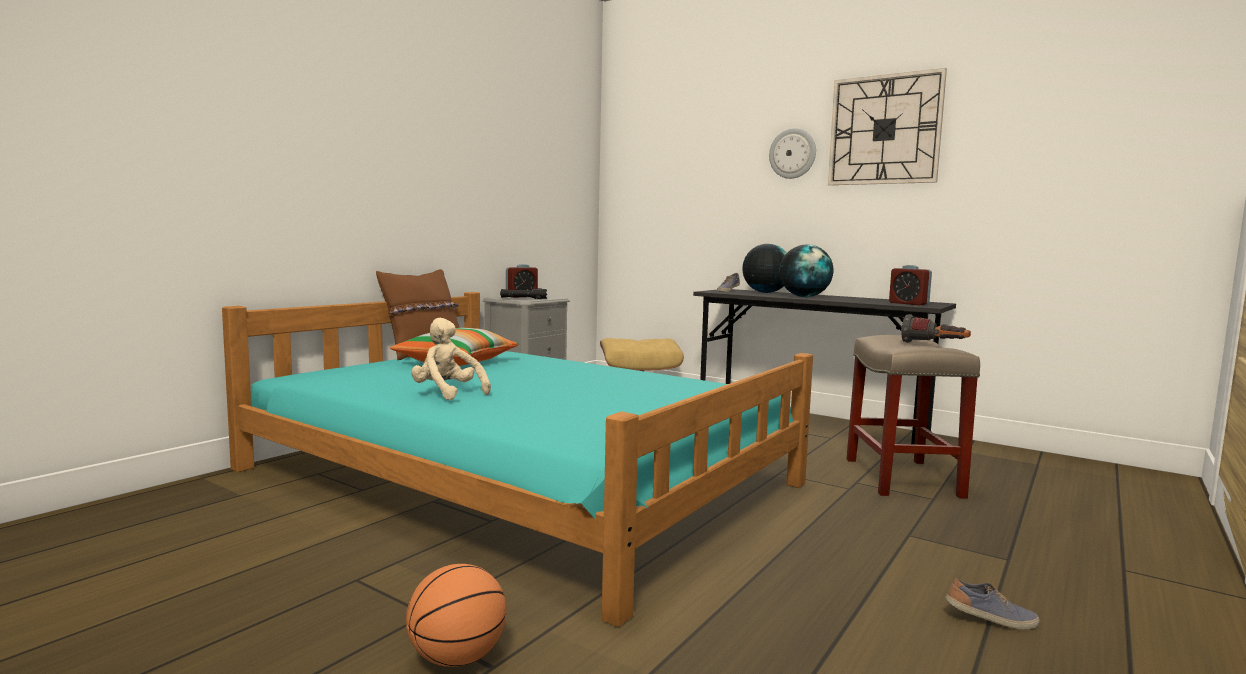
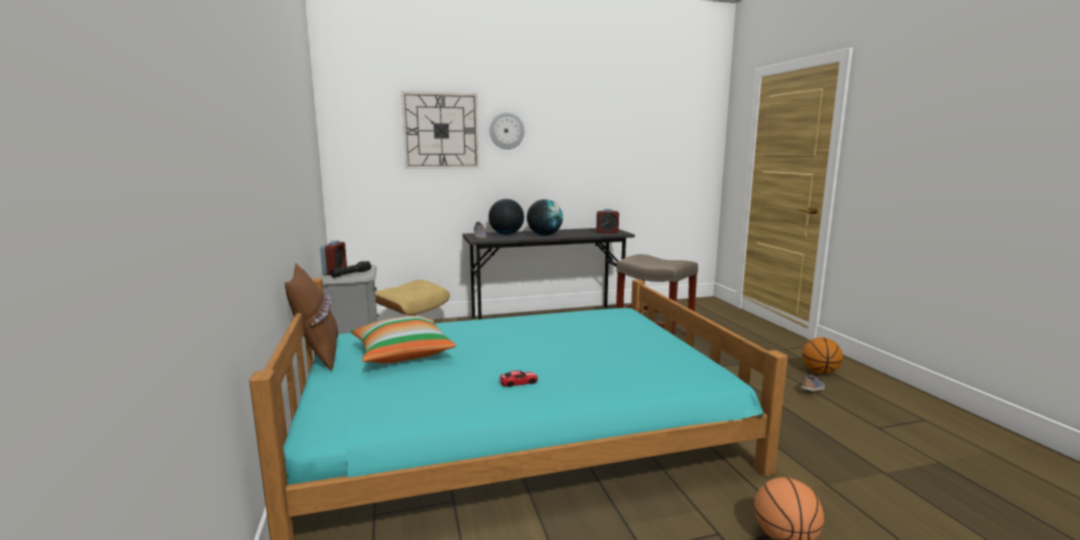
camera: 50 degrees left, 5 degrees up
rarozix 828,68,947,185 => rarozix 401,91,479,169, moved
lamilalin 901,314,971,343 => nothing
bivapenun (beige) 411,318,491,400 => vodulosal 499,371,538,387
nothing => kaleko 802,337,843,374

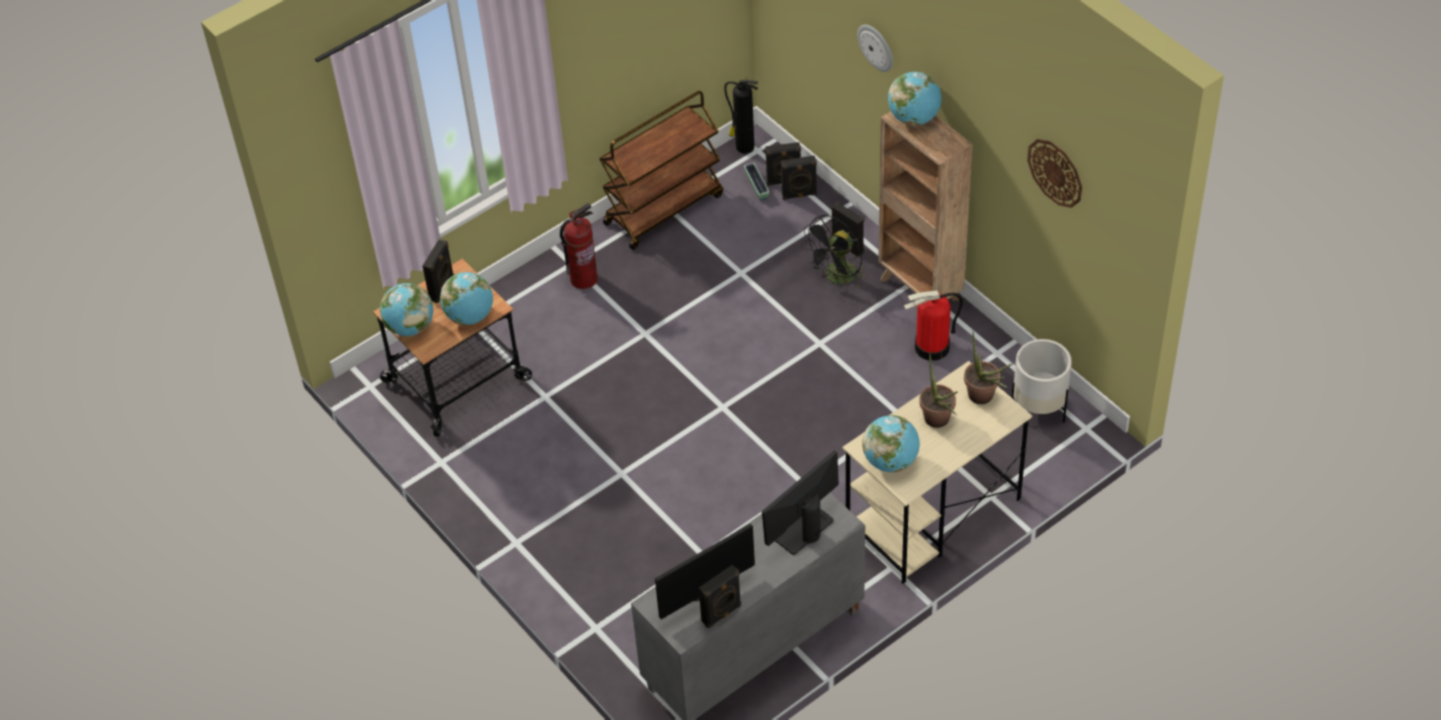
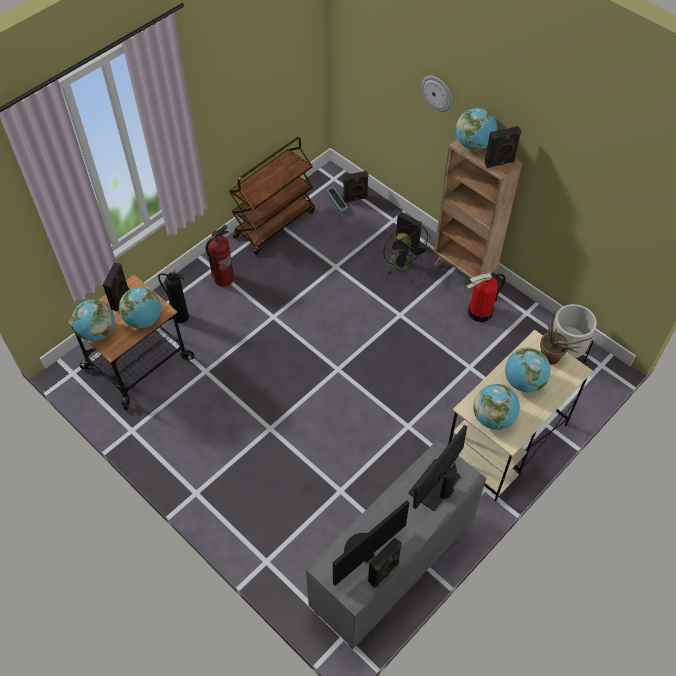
camera: 10 degrees left, 5 degrees up
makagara 724,79,758,154 => makagara 158,271,189,323, moved
rarozix 1027,139,1082,208 => nothing
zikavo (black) 781,155,817,200 => zikavo (black) 485,126,522,168, moved
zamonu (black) 801,215,866,287 => zamonu (black) 384,224,431,275, 60 degrees counterclockwise
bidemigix 919,352,958,428 => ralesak 505,347,551,392

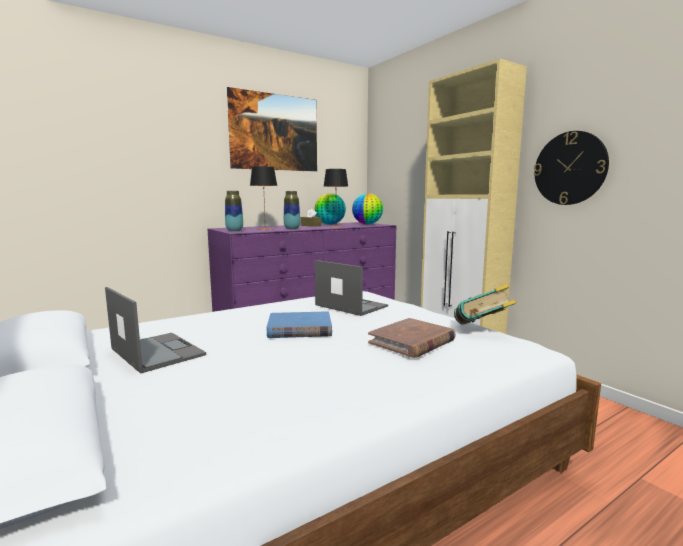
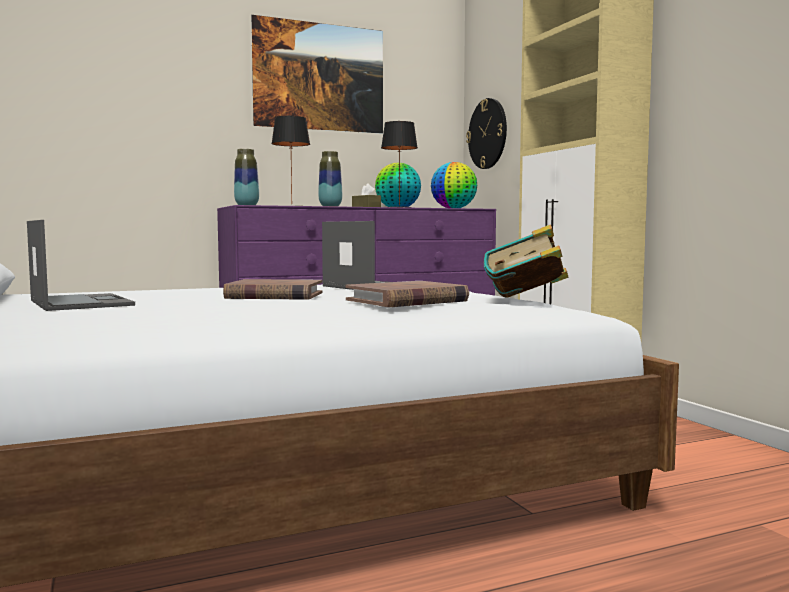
camera: 10 degrees right, 5 degrees down
rarozix 534,131,609,205 => rarozix 466,98,507,169, moved
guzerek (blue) 267,311,332,338 => guzerek (brown) 223,279,323,300

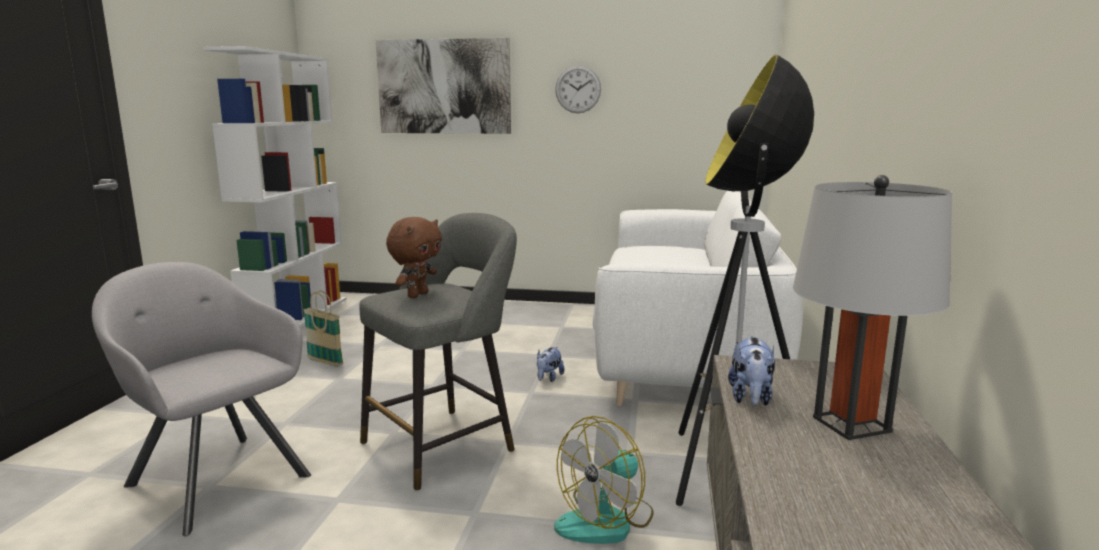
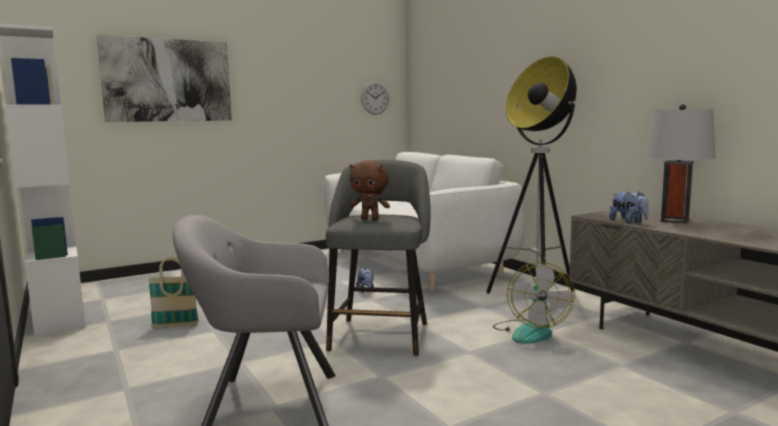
camera: 40 degrees left, 5 degrees down
rarozix 555,65,601,113 => rarozix 361,82,389,115, moved
bivapenun (brown) 386,217,442,298 => bivapenun (brown) 350,160,390,220, 120 degrees clockwise

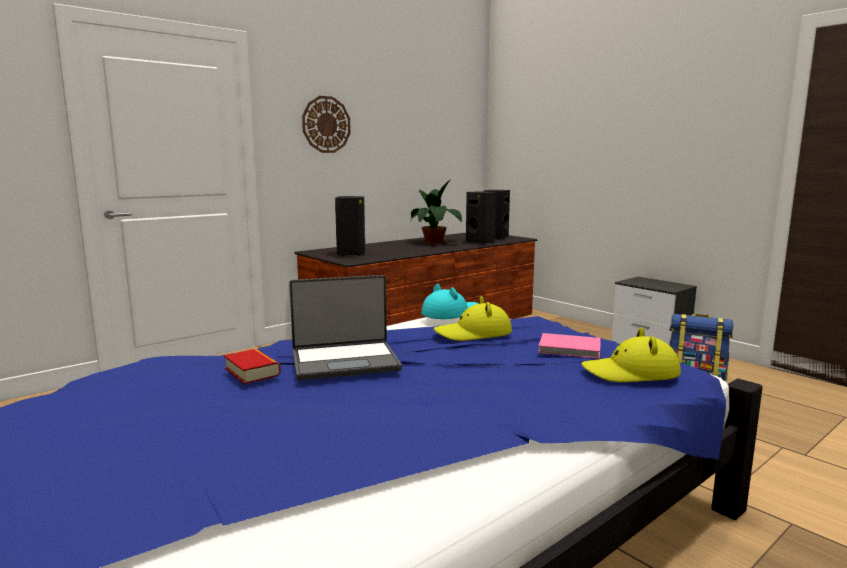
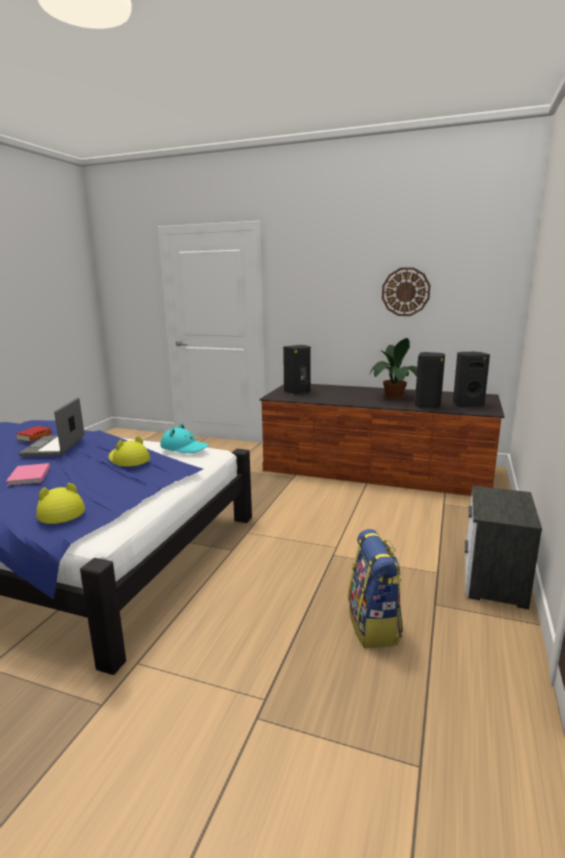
camera: 60 degrees right, 5 degrees up
rarozix 302,96,351,153 => rarozix 382,267,431,316, moved
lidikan 289,275,402,380 => lidikan 18,398,84,457, 45 degrees clockwise
guzerek (pink) 538,333,600,359 => guzerek (pink) 6,463,50,486, moved

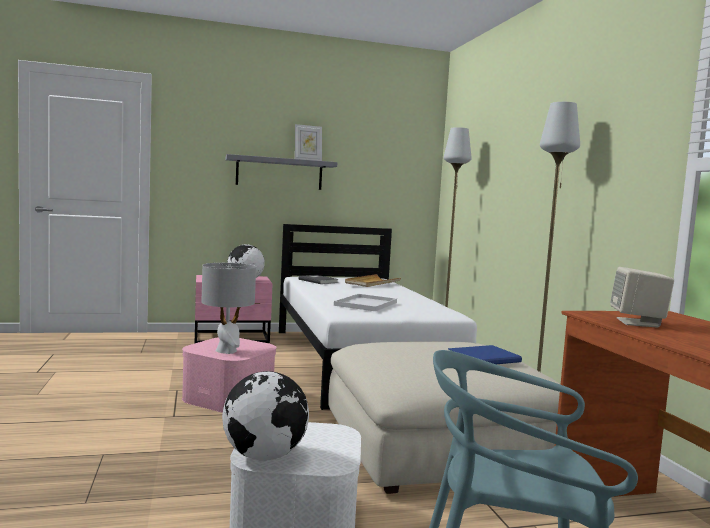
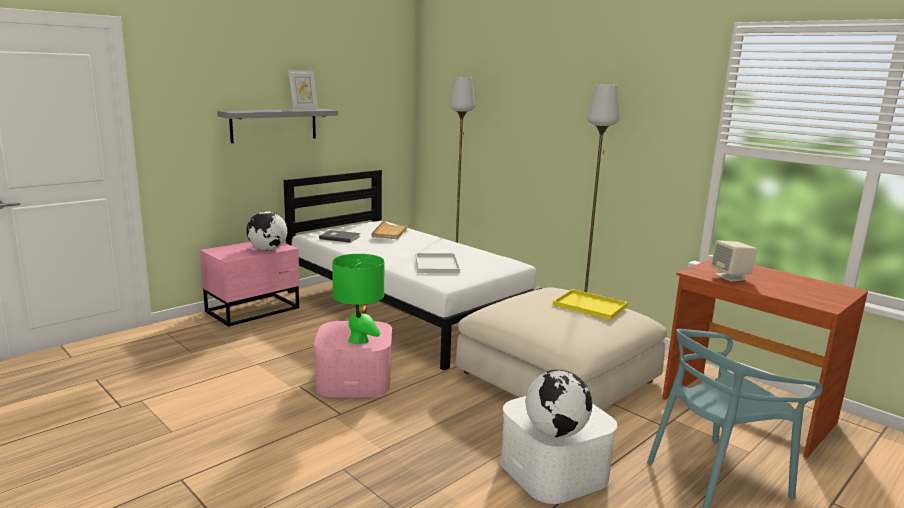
camera: 30 degrees left, 10 degrees up
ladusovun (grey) 201,263,256,354 => ladusovun (green) 332,254,384,344
guzerek (blue) 448,345,522,364 => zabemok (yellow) 553,289,628,320

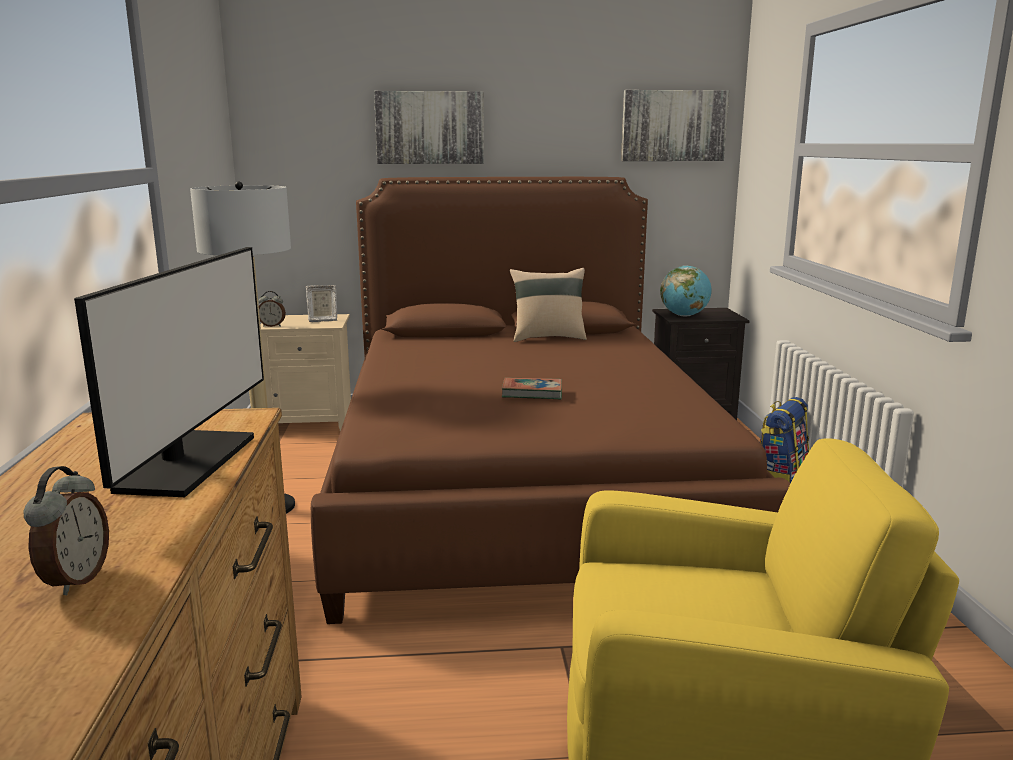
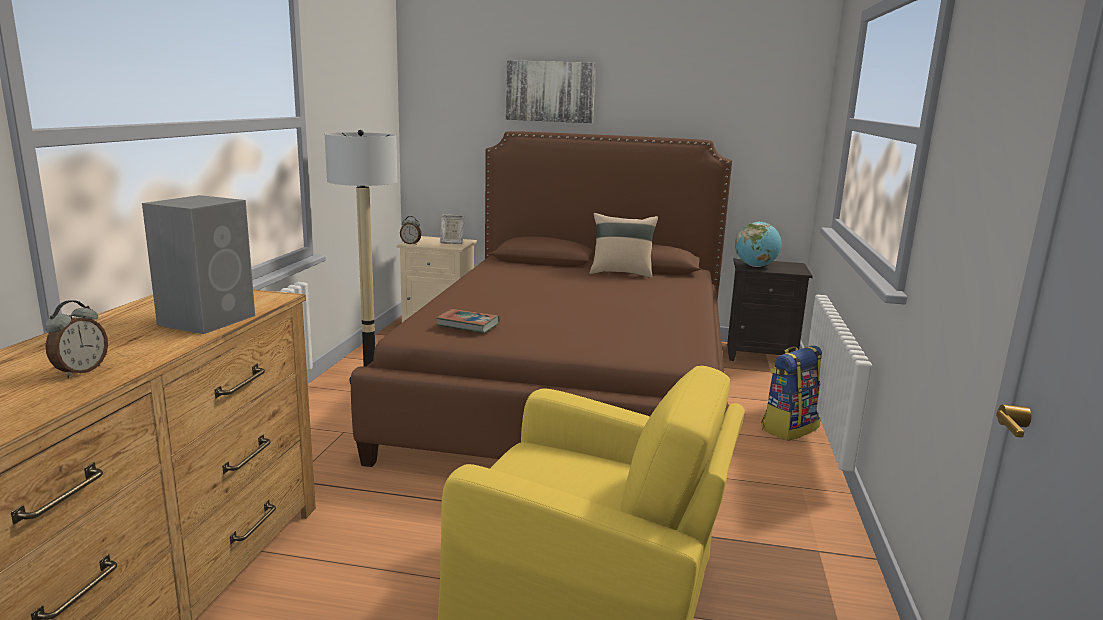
camera: 15 degrees right, 0 degrees up
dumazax 621,90,729,161 => nothing
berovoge 74,247,264,497 => zikavo (grey) 142,195,255,334
guzerek 502,377,562,399 => guzerek 437,309,499,333, moved

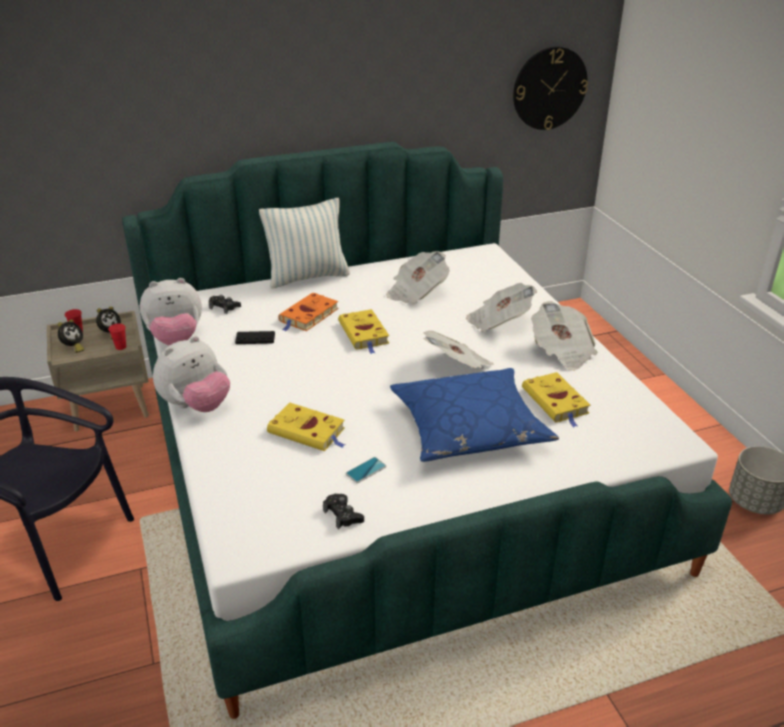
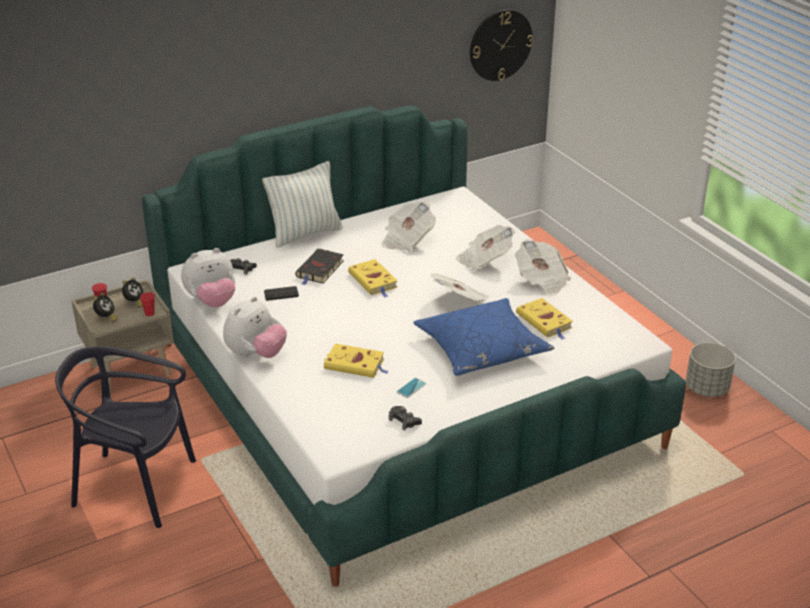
camera: 10 degrees left, 0 degrees up
guzerek (orange) 278,292,339,331 => guzerek (black) 295,249,344,285

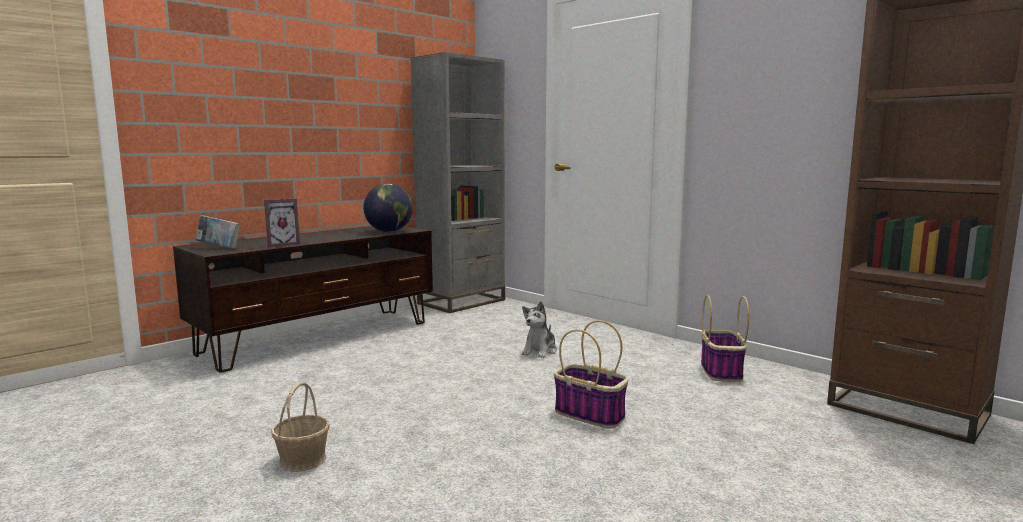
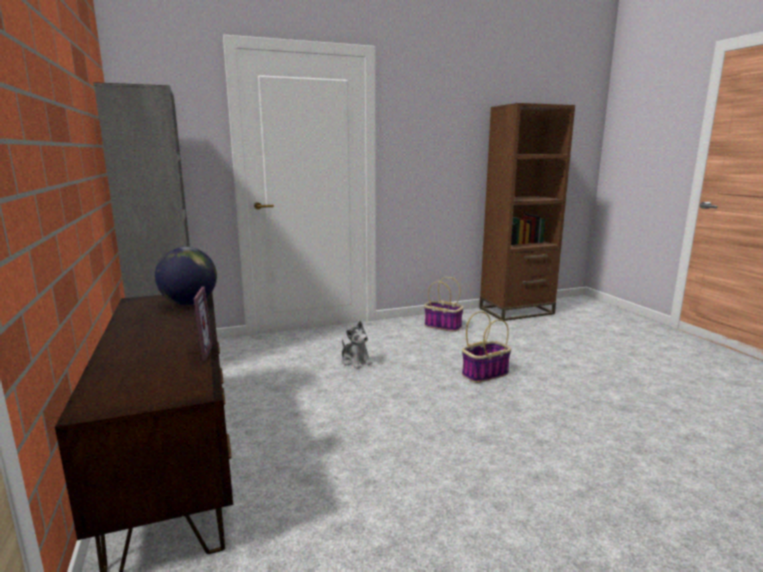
camera: 65 degrees left, 5 degrees up
guzerek 195,215,240,249 => nothing
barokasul 271,382,330,472 => nothing

